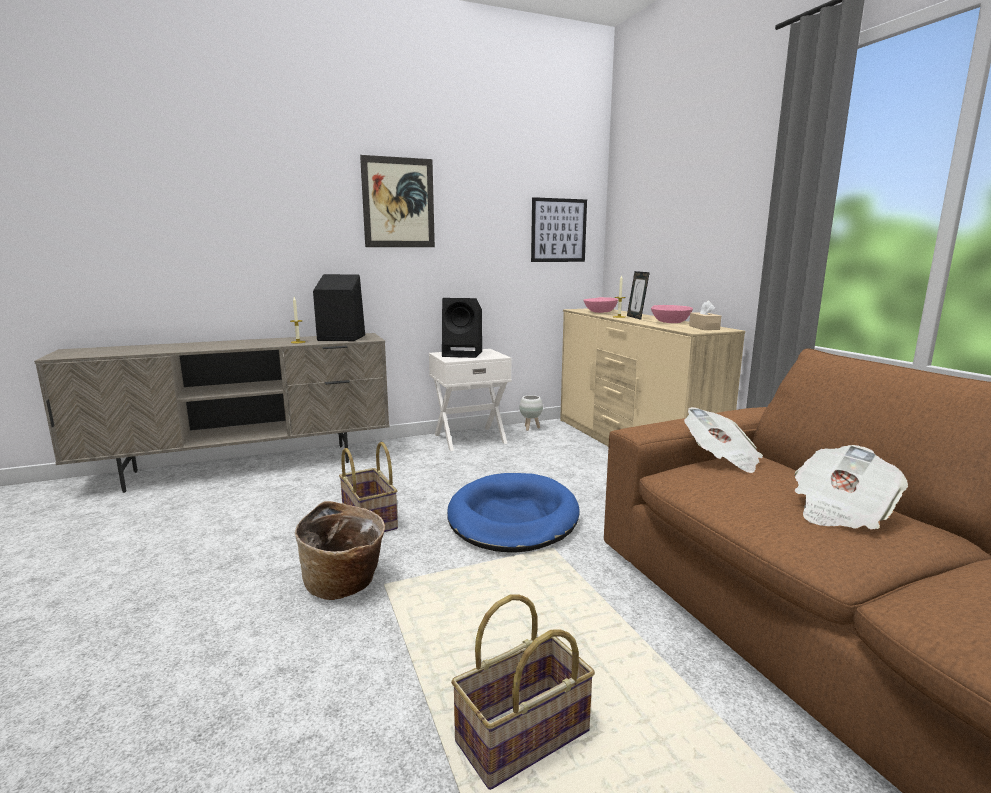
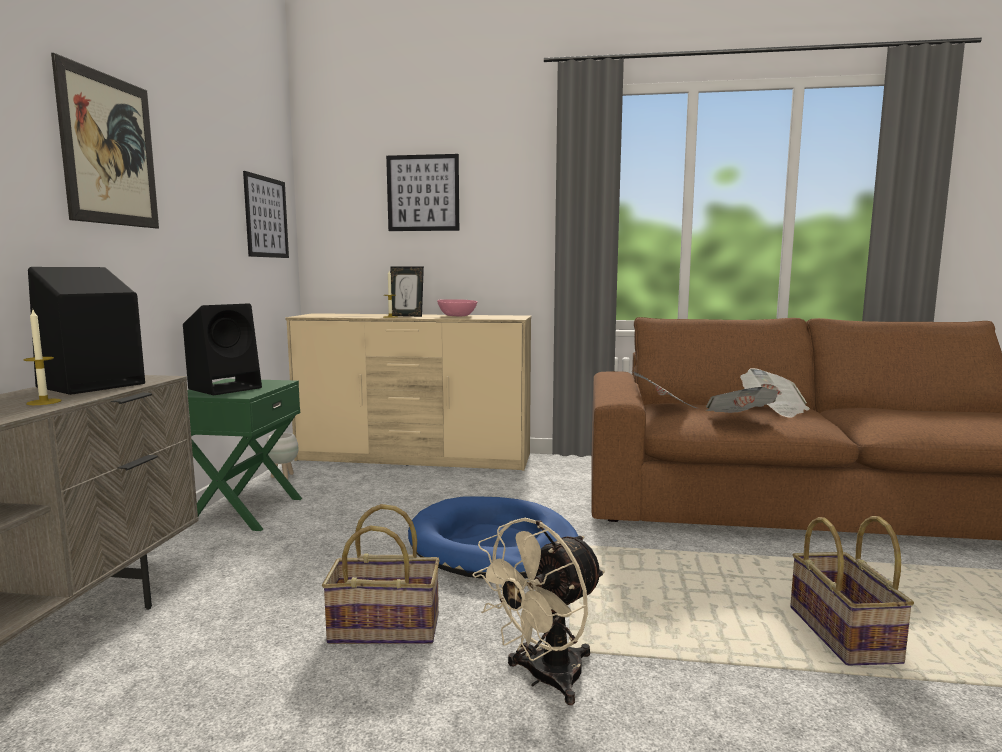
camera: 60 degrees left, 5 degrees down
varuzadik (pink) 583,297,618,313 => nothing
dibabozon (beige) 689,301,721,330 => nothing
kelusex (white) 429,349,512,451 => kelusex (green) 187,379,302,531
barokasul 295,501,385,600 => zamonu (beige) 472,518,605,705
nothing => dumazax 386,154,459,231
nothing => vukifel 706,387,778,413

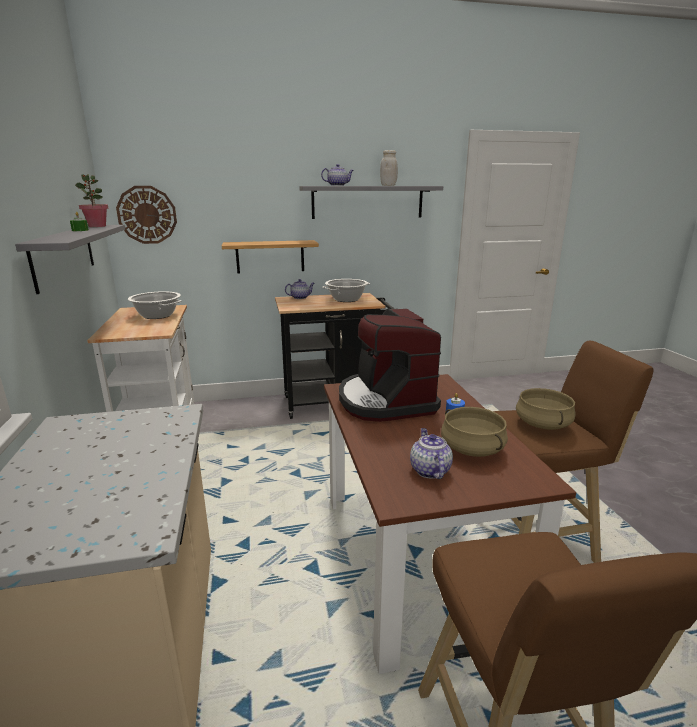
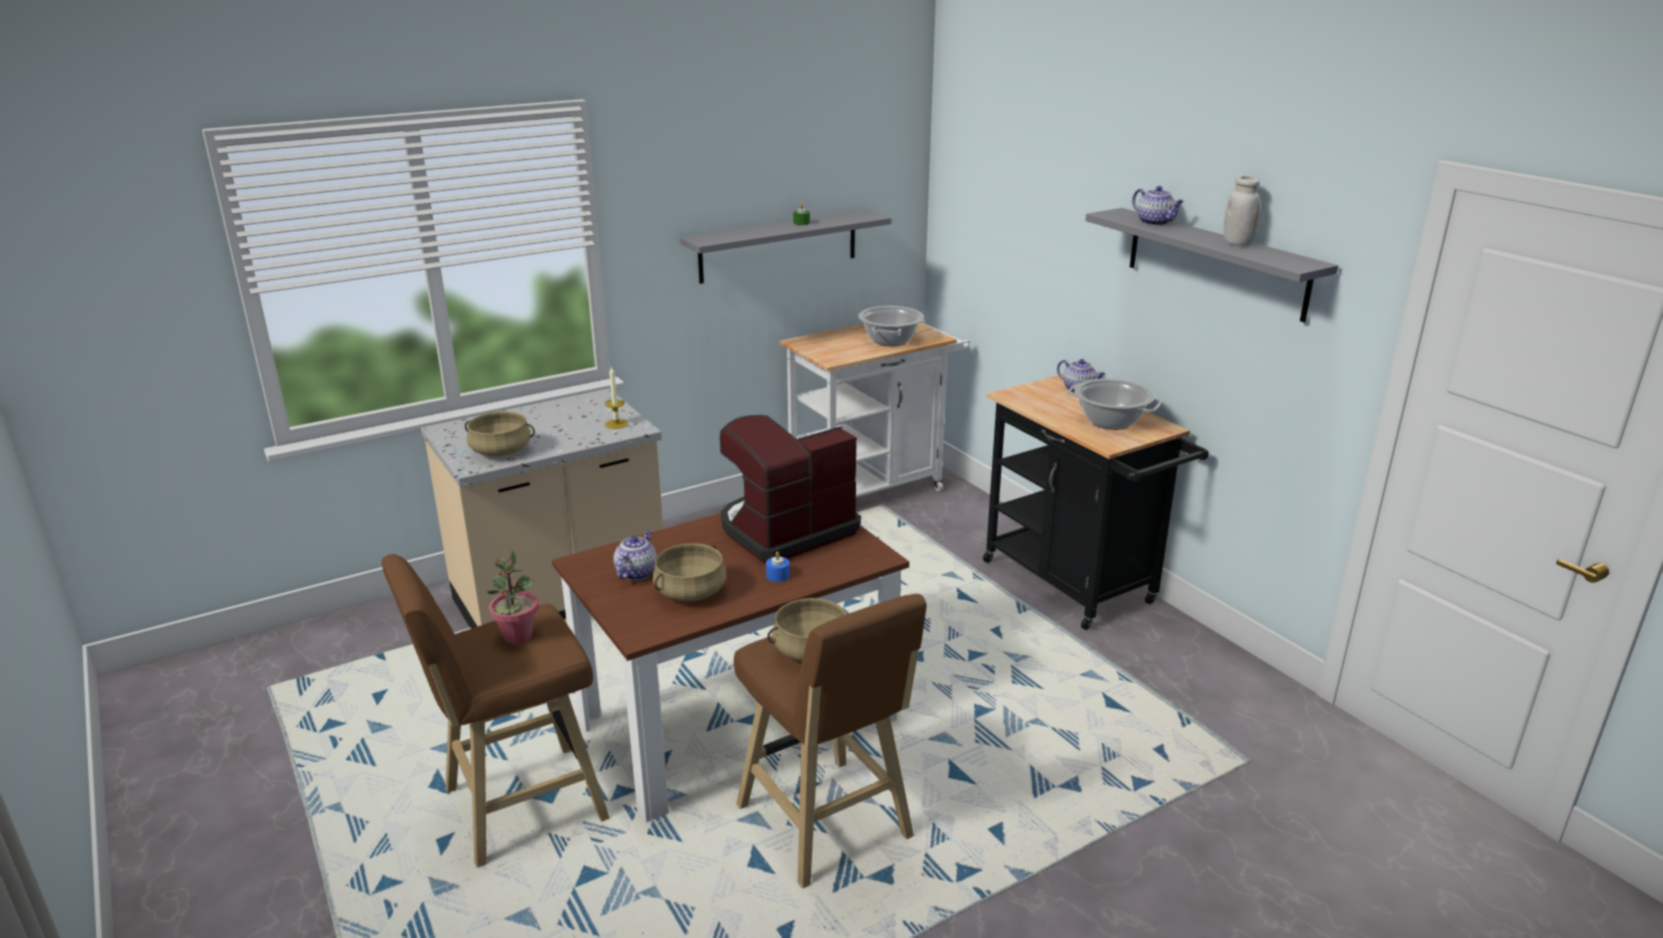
camera: 70 degrees right, 5 degrees up
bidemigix 75,174,109,227 => bidemigix 487,550,539,644, moved
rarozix 116,186,177,244 => nothing
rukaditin 222,240,319,274 => nothing
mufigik 410,428,453,479 => mufigik 613,530,657,580, 45 degrees counterclockwise
nothing => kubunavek 605,366,628,429
nothing => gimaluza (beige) 465,412,535,456

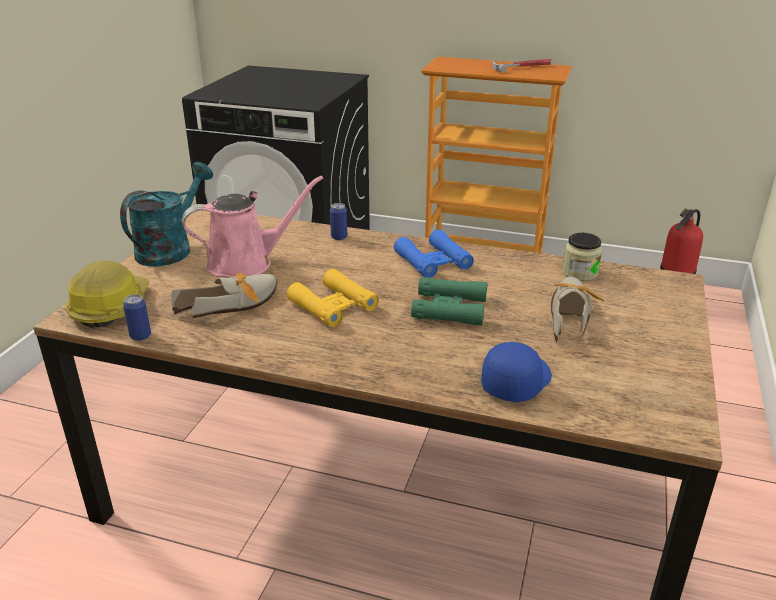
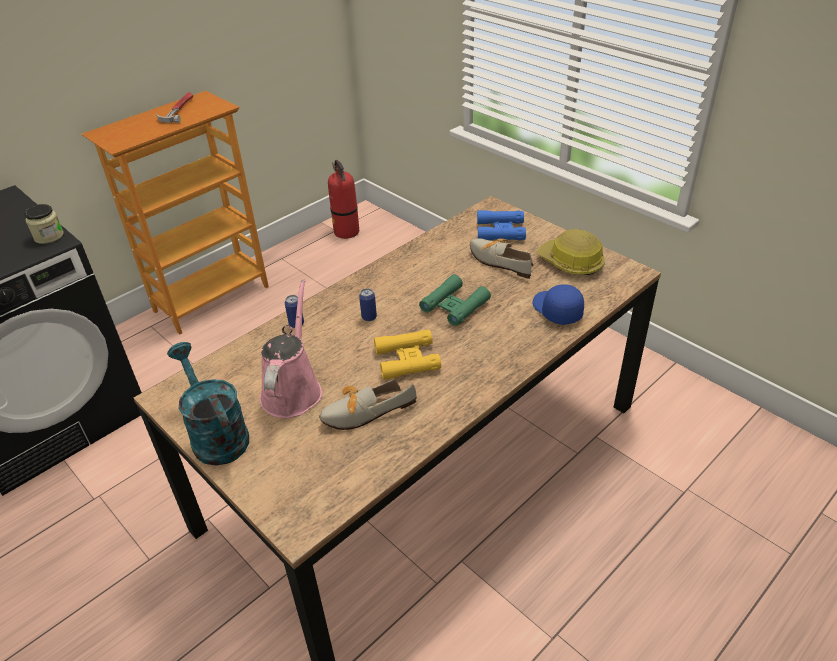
camera: 60 degrees left, 10 degrees up
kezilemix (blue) 394,230,474,278 => kezilemix (blue) 477,210,526,240, moved
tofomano 562,233,602,281 => tofomano 24,204,64,244, moved
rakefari 66,260,149,328 => rakefari 537,229,605,275, moved
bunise 171,273,277,318 => bunise 319,379,417,430, 105 degrees counterclockwise
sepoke 123,294,151,341 => sepoke 359,288,377,321, moved

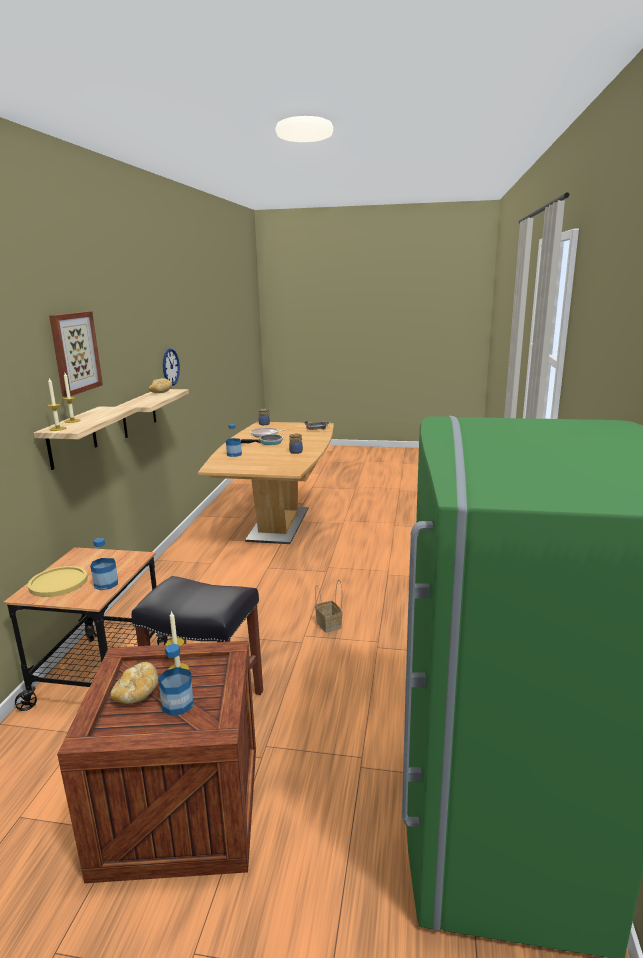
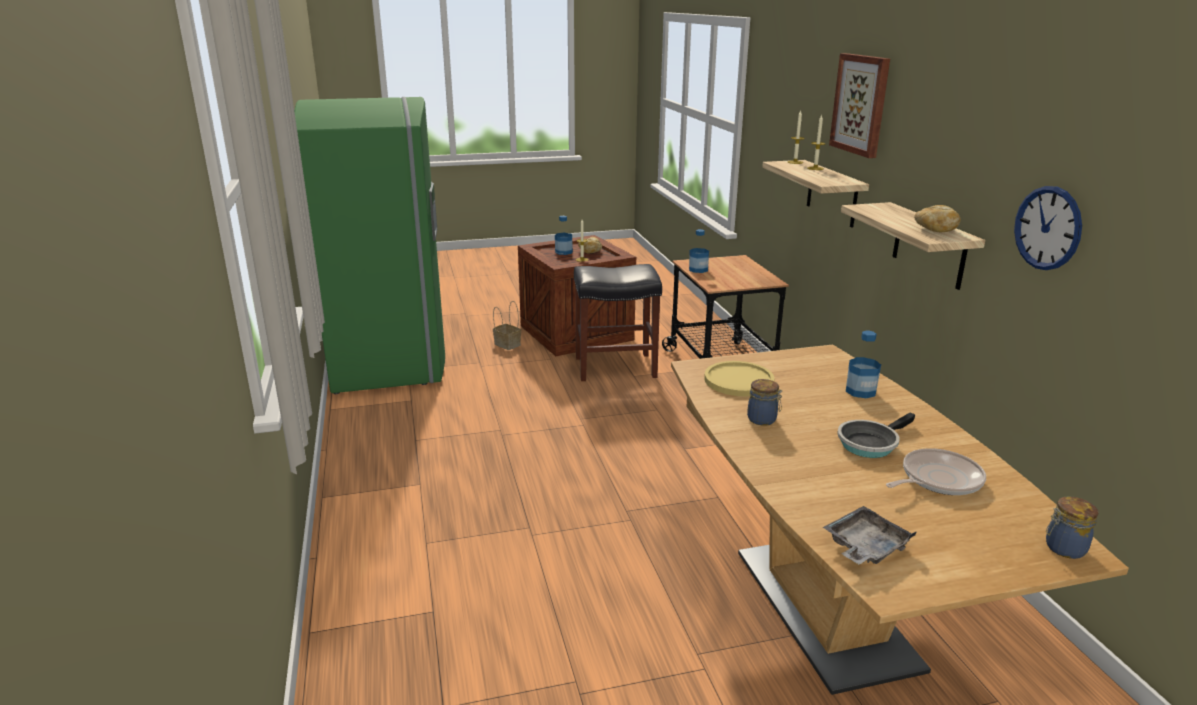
camera: 155 degrees right, 5 degrees up
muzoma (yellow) 28,566,88,597 => muzoma (yellow) 704,361,774,396, moved
barokasul 315,580,343,633 => barokasul 493,301,521,350, moved

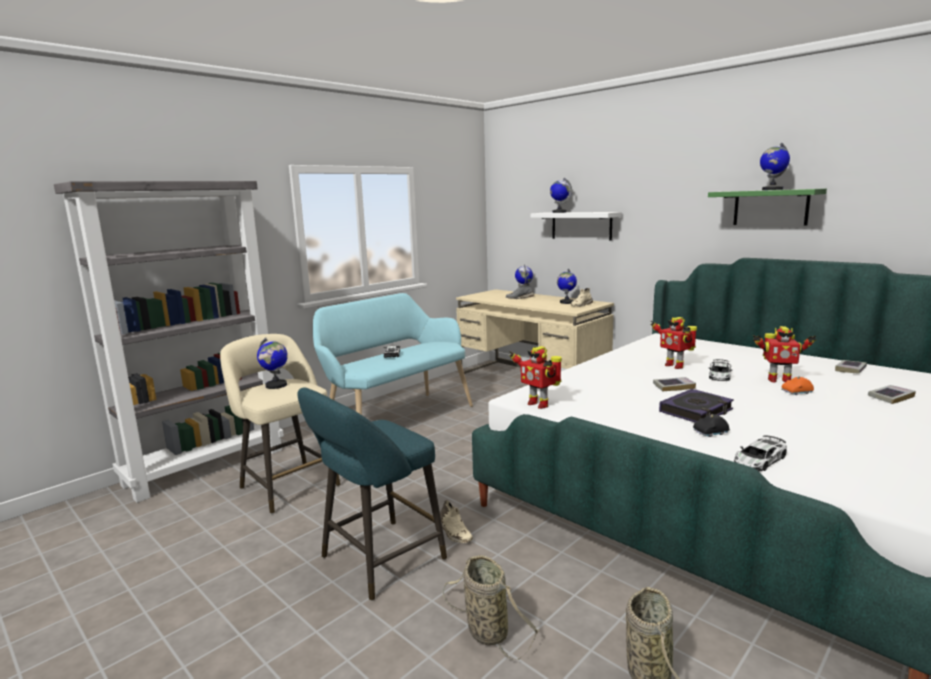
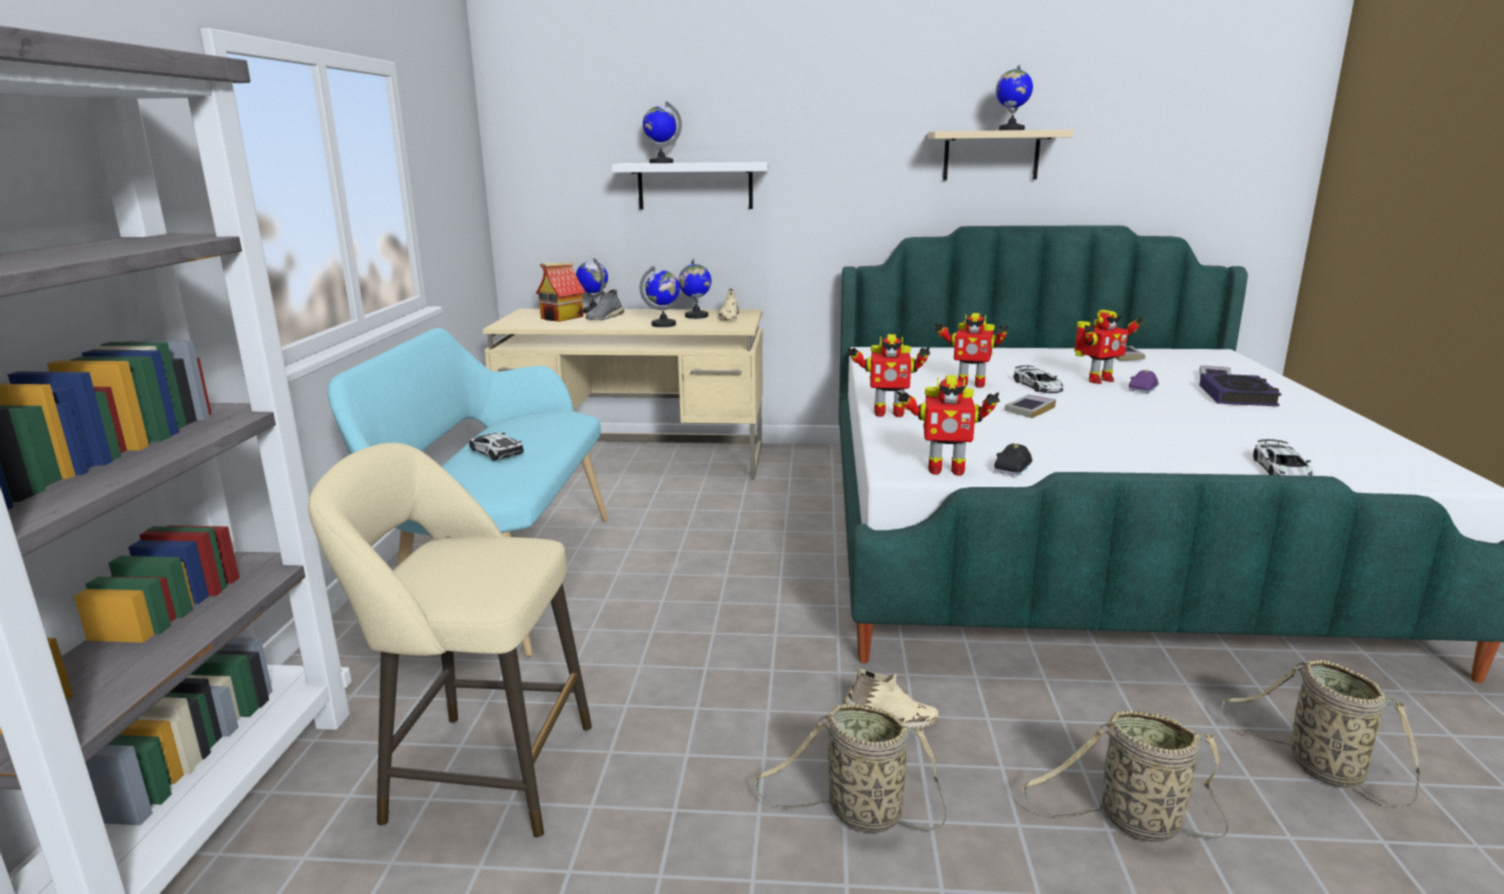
camera: 40 degrees left, 5 degrees up
rukaditin (green) 708,189,827,226 => rukaditin (beige) 928,130,1074,180
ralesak 257,337,288,389 => ralesak 640,266,680,327, moved
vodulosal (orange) 781,376,814,395 => vodulosal (purple) 1128,369,1159,393
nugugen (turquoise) 297,388,447,601 => barokasul 755,704,946,833
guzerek 659,389,734,423 => guzerek 1199,373,1282,406, moved
vodulosal (black) 693,414,730,437 => vodulosal (black) 994,443,1032,476, moved
nothing => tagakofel 535,262,585,322
nothing => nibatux 847,334,930,417

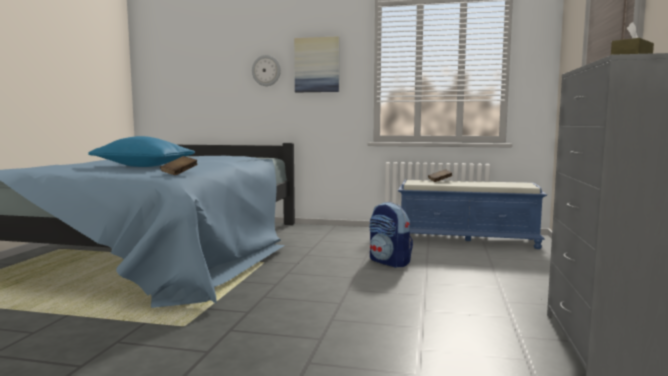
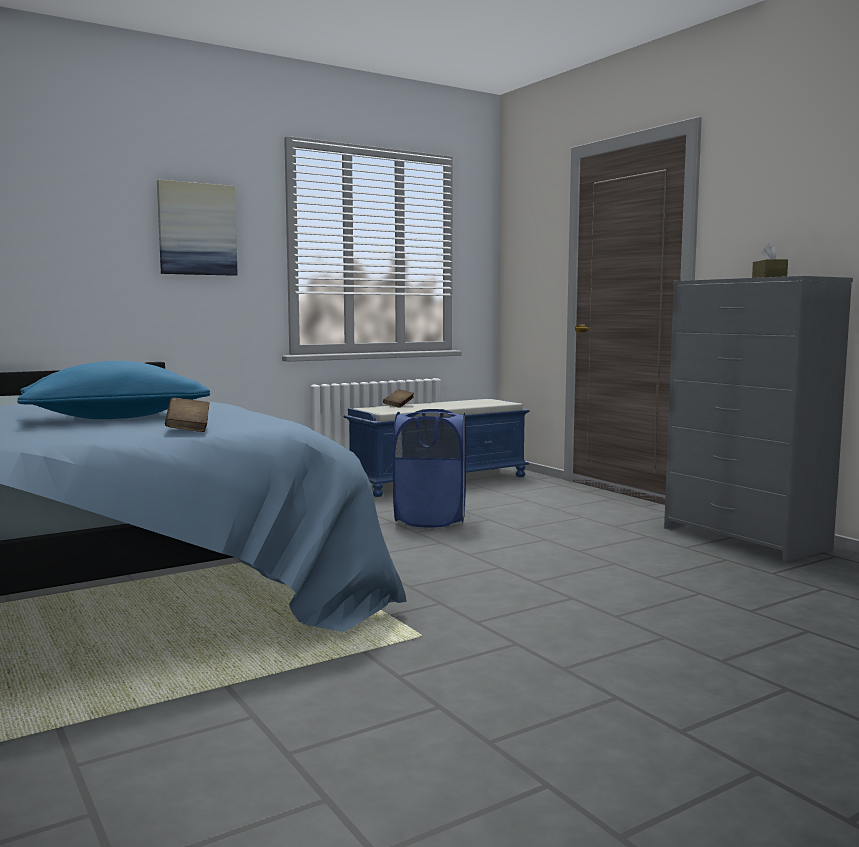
camera: 45 degrees left, 0 degrees up
rarozix 252,55,281,86 => nothing
guzerek (brown) 160,156,198,175 => guzerek (brown) 165,397,210,432, moved
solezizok 369,202,413,268 => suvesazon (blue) 393,409,466,528

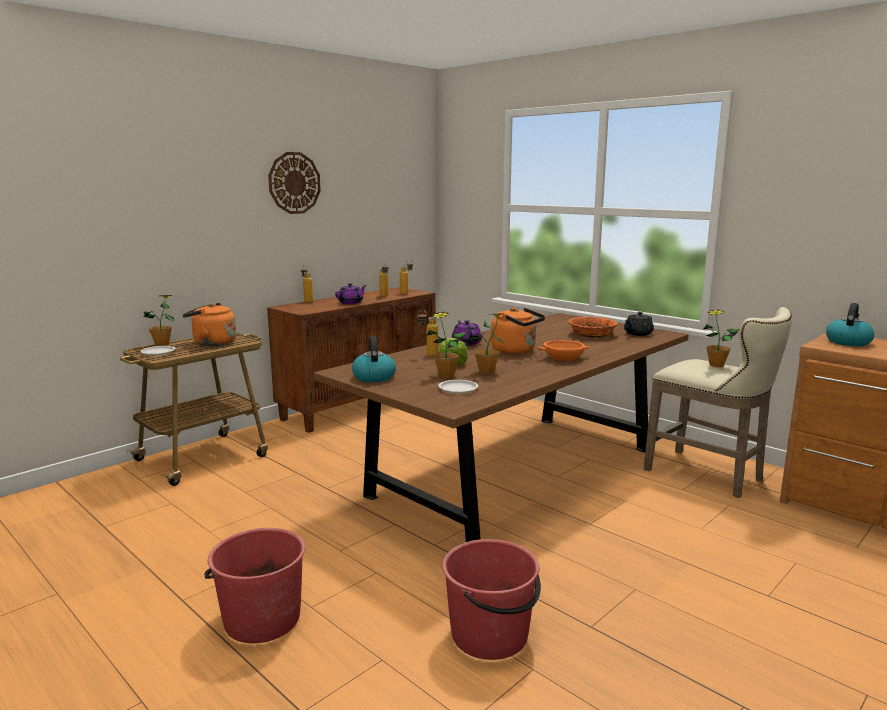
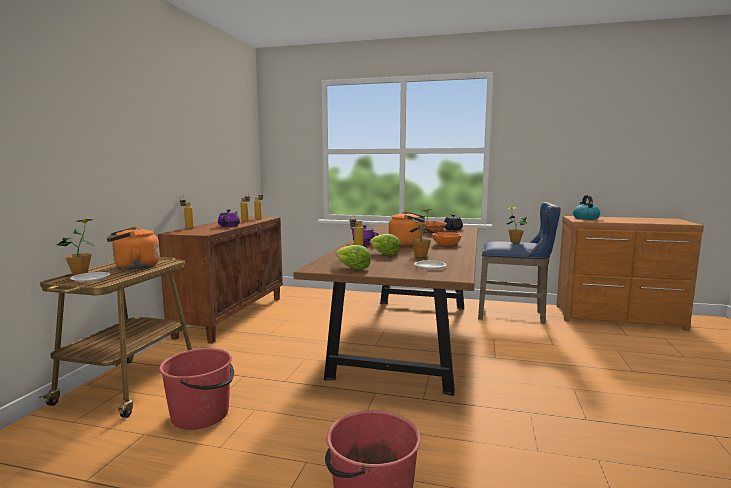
camera: 30 degrees left, 5 degrees down
rarozix 268,152,321,214 => nothing
nugugen (beige) 644,307,792,498 => nugugen (blue) 478,202,561,324
bidemigix 427,312,467,378 => nothing
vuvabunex 352,336,396,382 => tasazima 336,245,371,270
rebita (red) 442,539,541,660 => rebita (red) 159,348,234,430, moved

